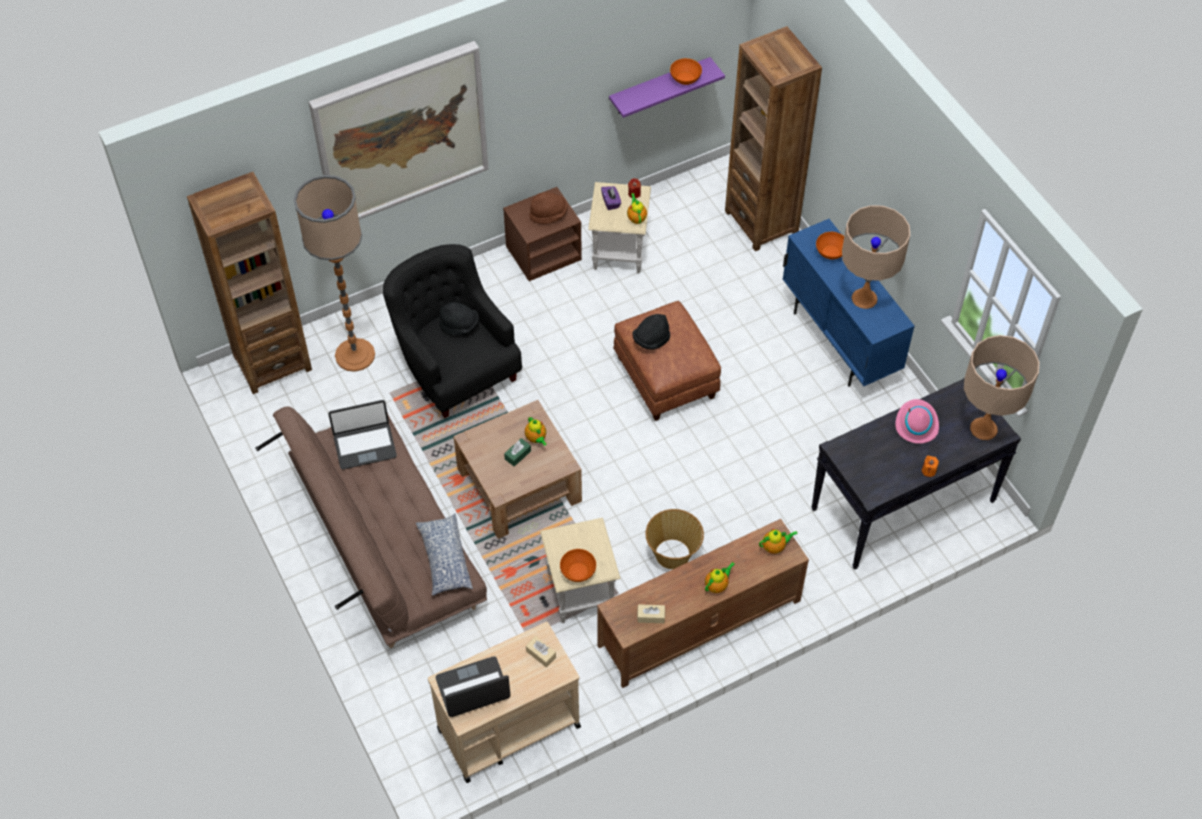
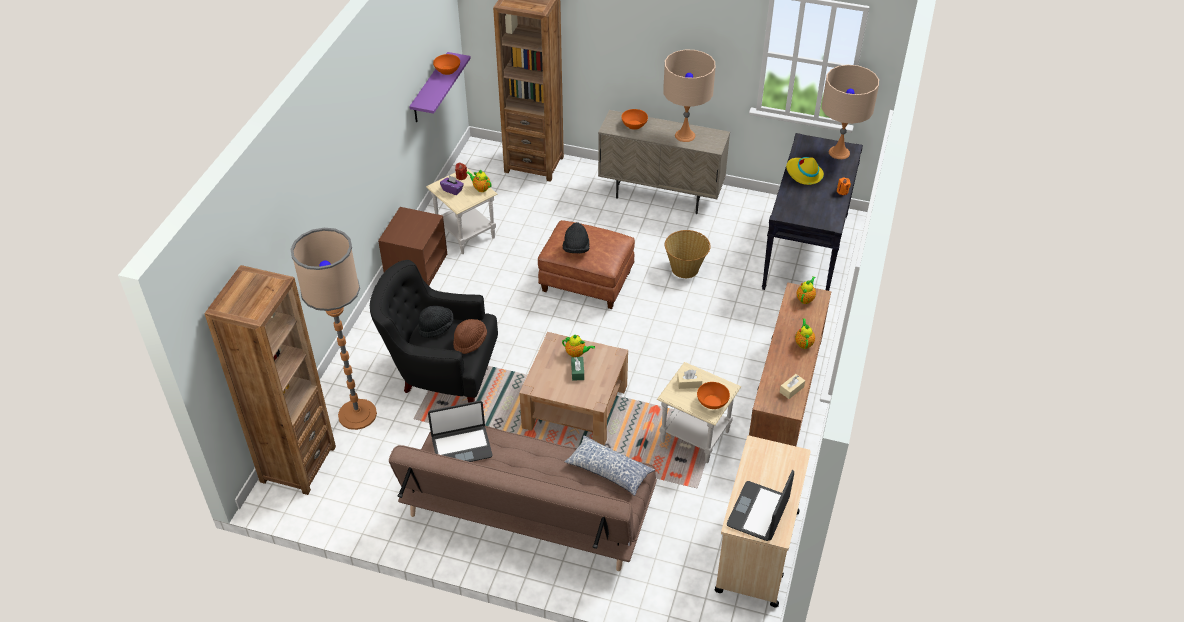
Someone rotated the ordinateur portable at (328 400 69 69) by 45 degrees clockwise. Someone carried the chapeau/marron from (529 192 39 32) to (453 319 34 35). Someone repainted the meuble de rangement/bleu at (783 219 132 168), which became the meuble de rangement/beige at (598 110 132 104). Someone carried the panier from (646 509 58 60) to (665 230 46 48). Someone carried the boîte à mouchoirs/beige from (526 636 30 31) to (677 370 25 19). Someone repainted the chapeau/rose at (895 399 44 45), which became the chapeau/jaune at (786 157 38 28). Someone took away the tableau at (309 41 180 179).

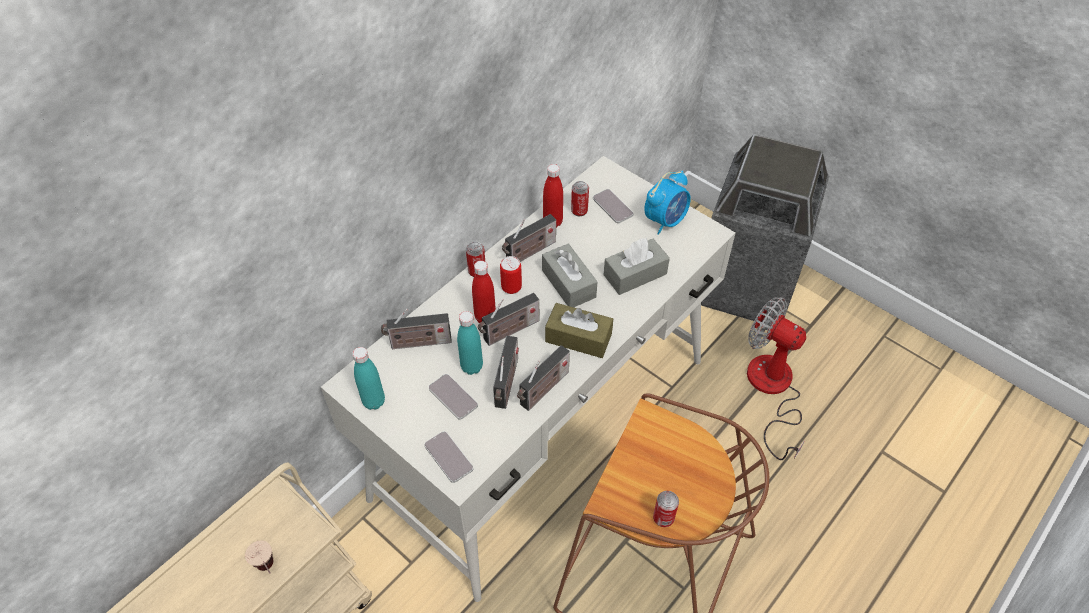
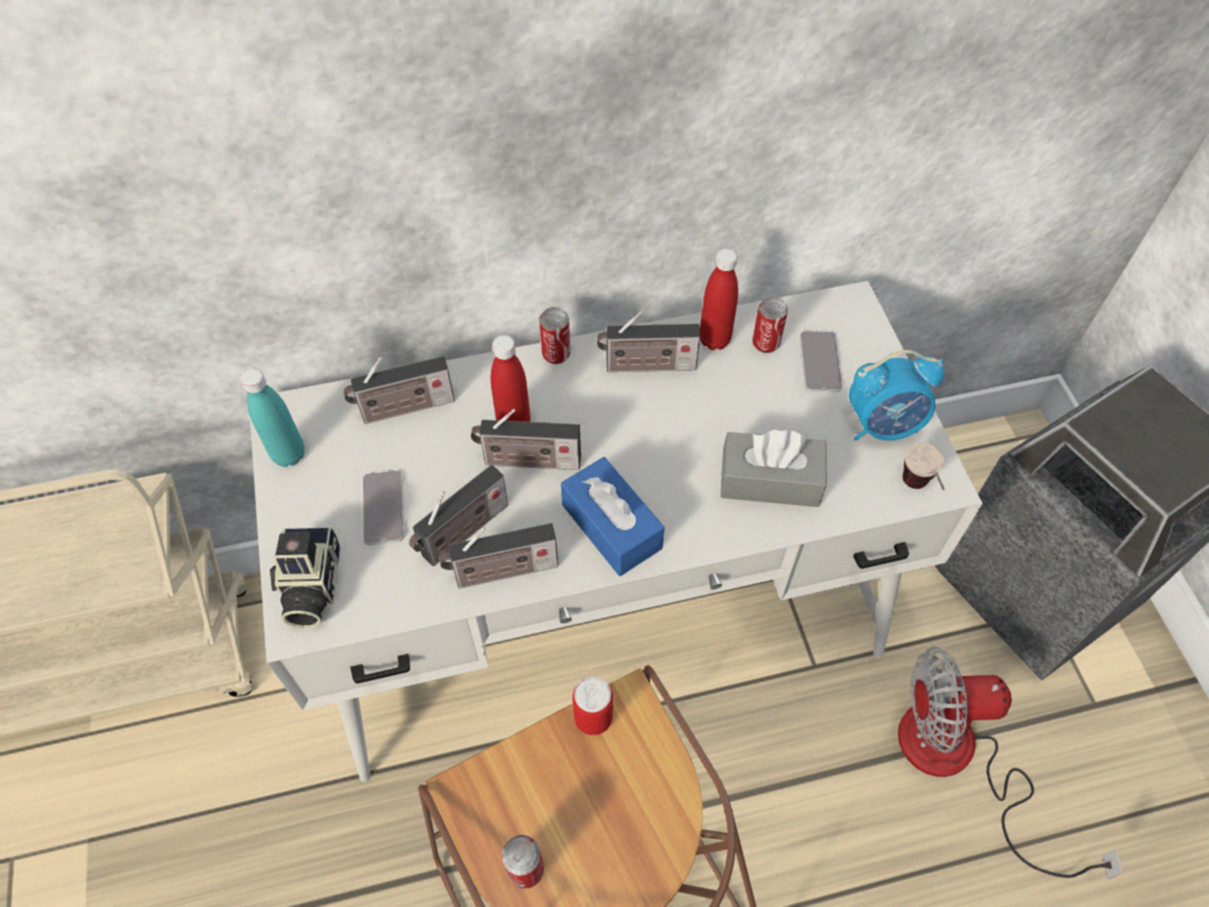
Someone swapped the téléphone at (424 431 49 52) for the appareil photo at (270 527 70 101). Someone rotated the radio at (381 309 71 40) by 45 degrees counterclockwise. Someone repainted the boîte à mouchoirs/marron at (545 303 68 55), which became the boîte à mouchoirs/bleu at (561 457 104 119). Someone carried the boîte métallique from (500 256 22 38) to (572 677 41 58). Someone rotated the ventilateur at (747 297 59 163) by 75 degrees counterclockwise. Someone carried the tasse from (245 540 28 34) to (902 443 43 47). Someone took away the bouteille/turquoise at (457 311 26 64). Someone took away the boîte à mouchoirs/gris at (542 244 55 63).

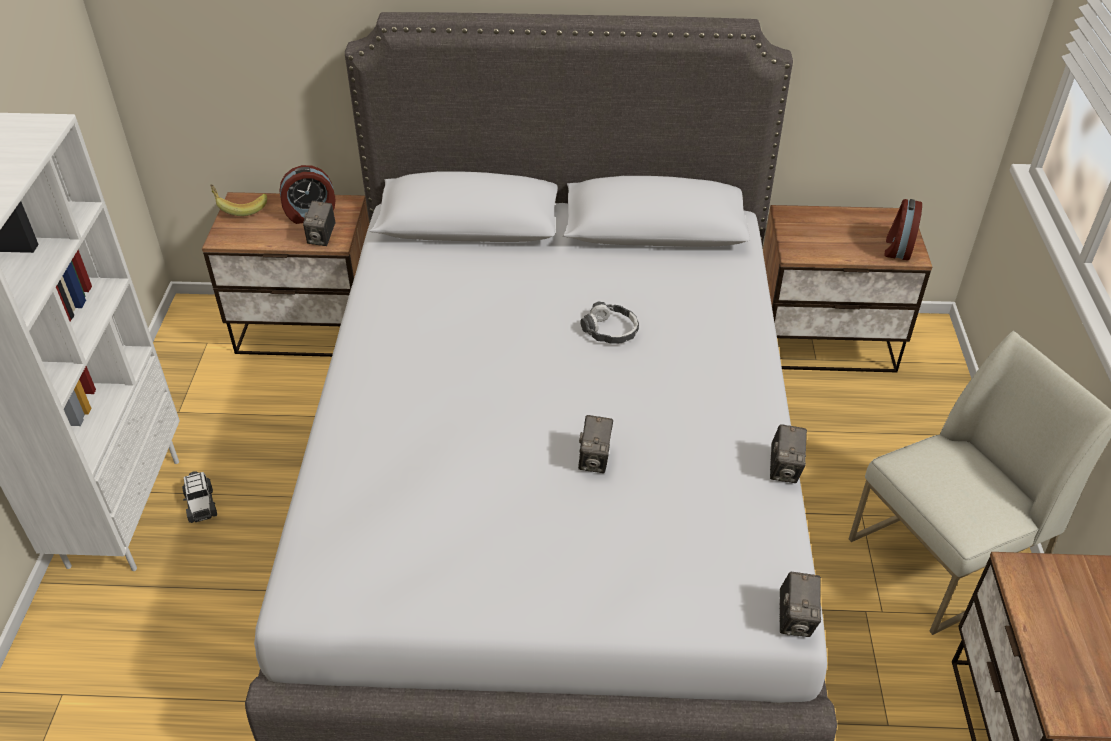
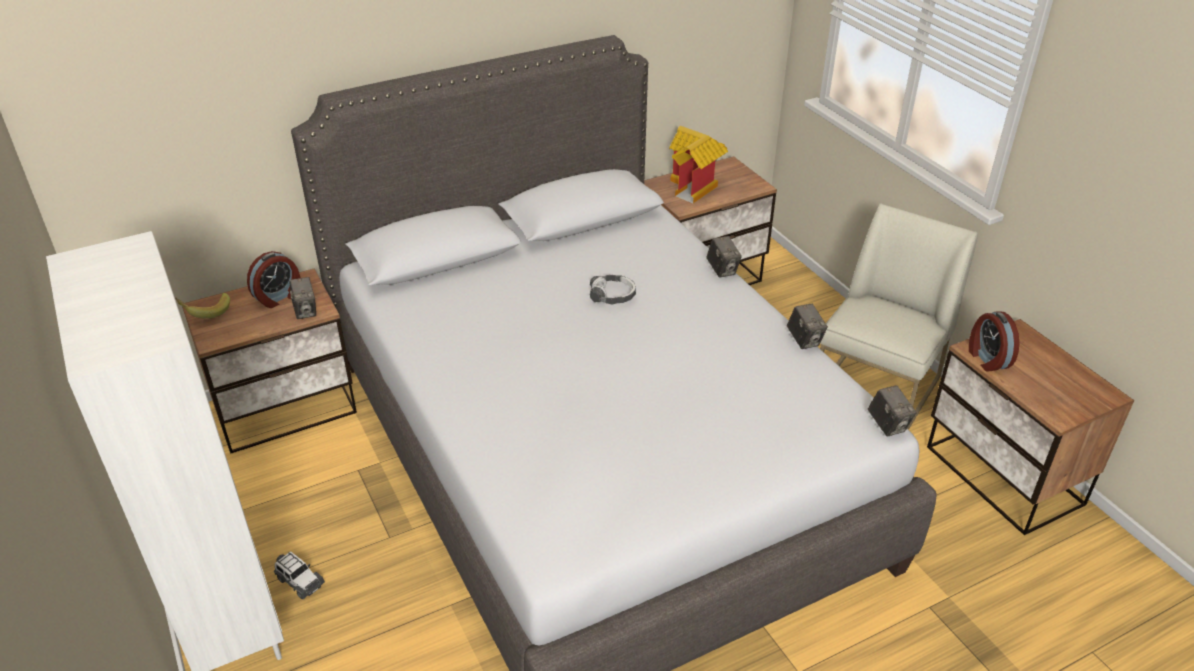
Someone put down the maison miniature at (669 126 59 77). Someone carried the appareil photo from (578 415 35 58) to (706 236 36 41). Someone carried the réveil from (884 199 38 62) to (969 311 50 61).

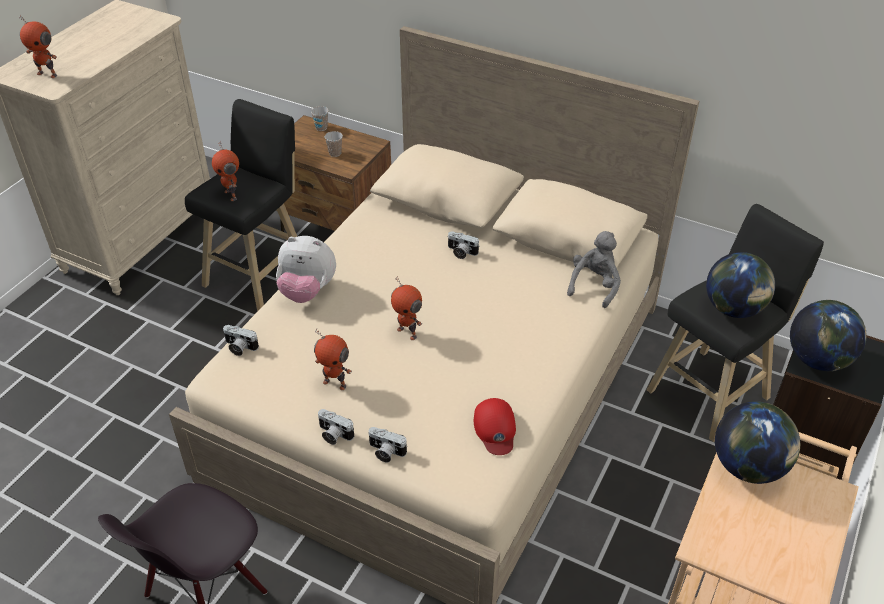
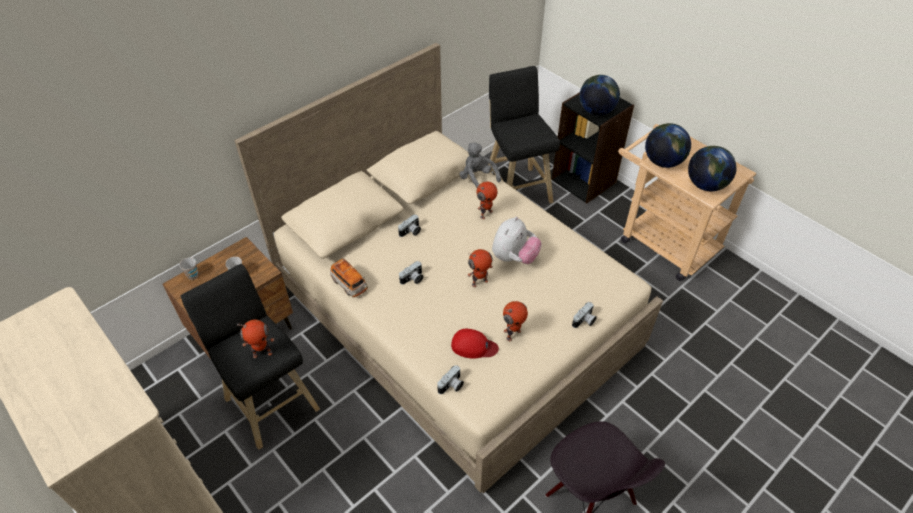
Someone put down the petite voiture at (330 258 38 39). Someone carried the appareil photo from (318 409 36 36) to (399 261 24 24). Someone carried the casquette/rouge from (474 398 42 57) to (451 329 48 30). Someone carried the robot jouet from (19 15 38 63) to (476 181 21 38). Someone carried the peluche from (276 236 60 67) to (492 217 50 47). Someone carried the globe from (706 252 69 66) to (688 146 49 45).

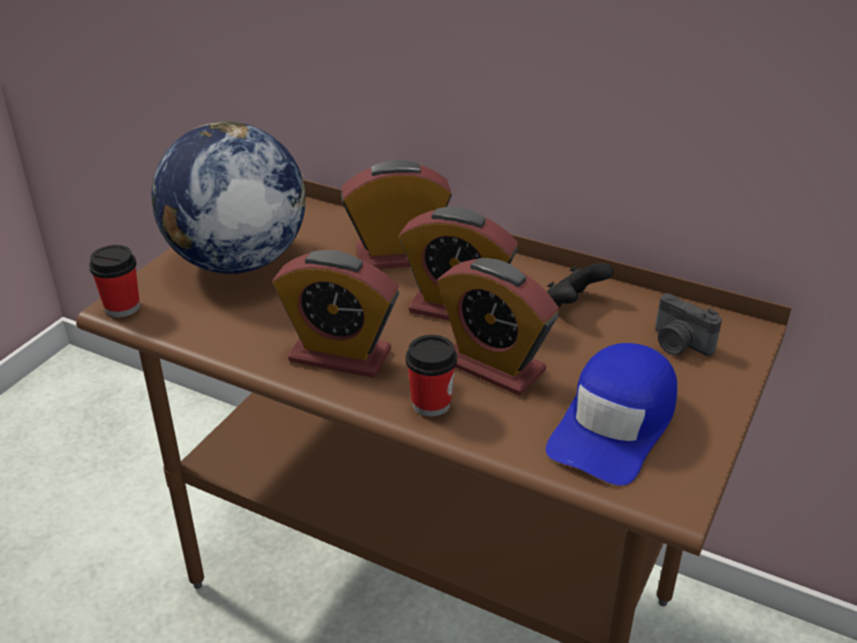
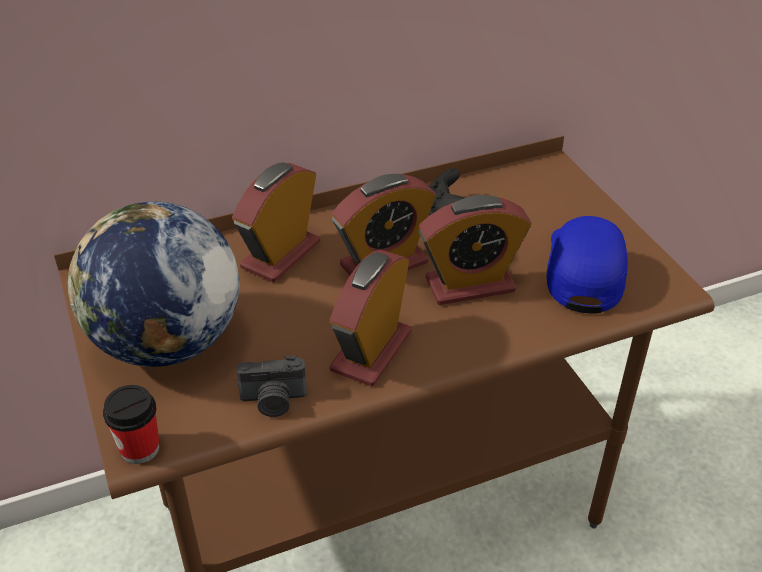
Someone carried the appareil photo from (655 293 67 63) to (237 356 70 61). Someone rotated the réveil at (272 250 127 128) by 150 degrees clockwise. Someone rotated the casquette/bleu at (546 343 131 143) by 150 degrees counterclockwise. Someone took away the tasse at (406 335 51 82).

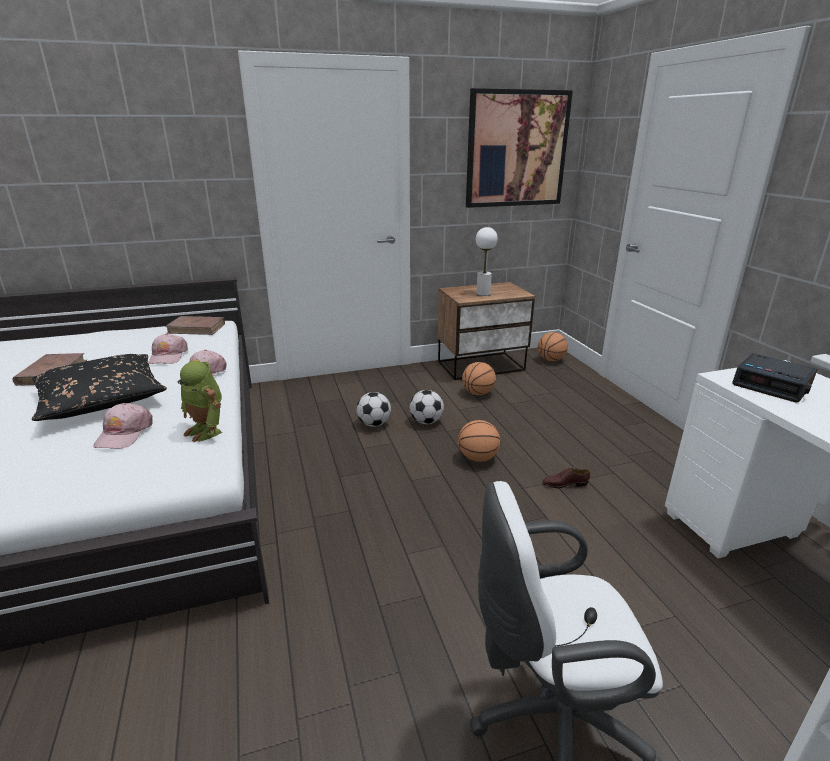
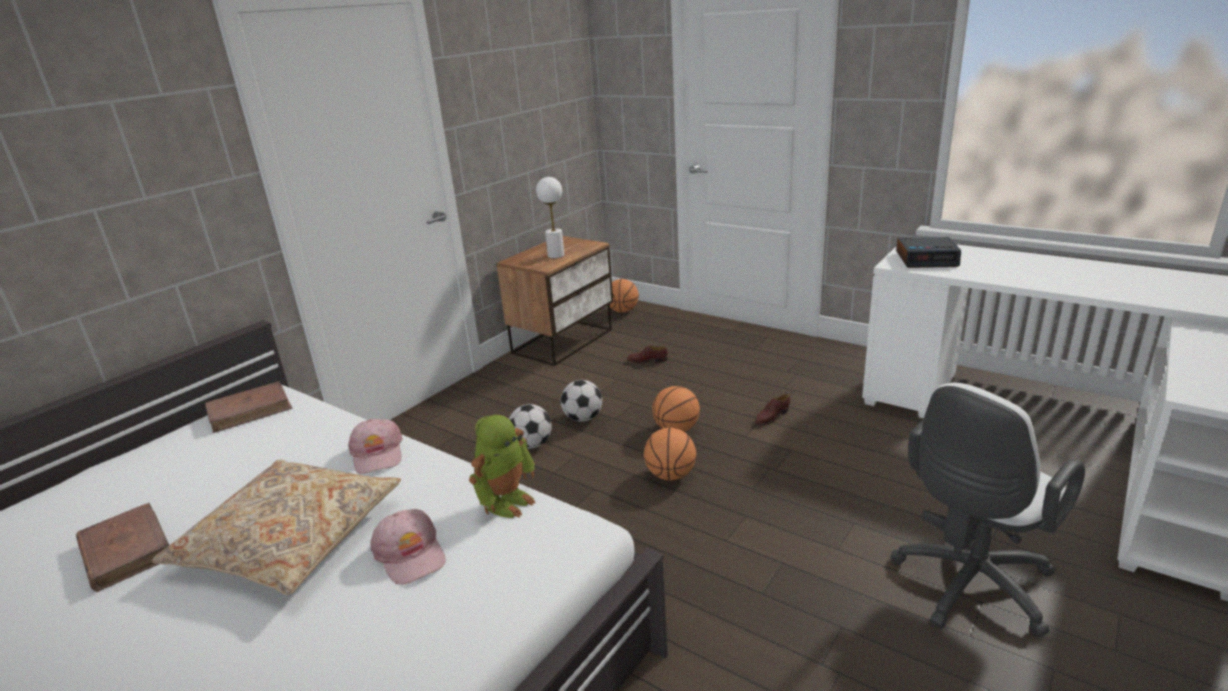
Someone repainted the coussin/noir at (32 354 135 67), which became the coussin/beige at (152 460 249 135). Someone rotated the robot jouet at (177 361 45 81) by 60 degrees counterclockwise. Someone put down the chaussure/marron at (627 346 41 18). Someone carried the ballon de basket from (462 362 34 33) to (644 428 53 53). Someone took away the casquette/rose at (149 333 39 31). Someone took away the tableau at (466 88 107 120).

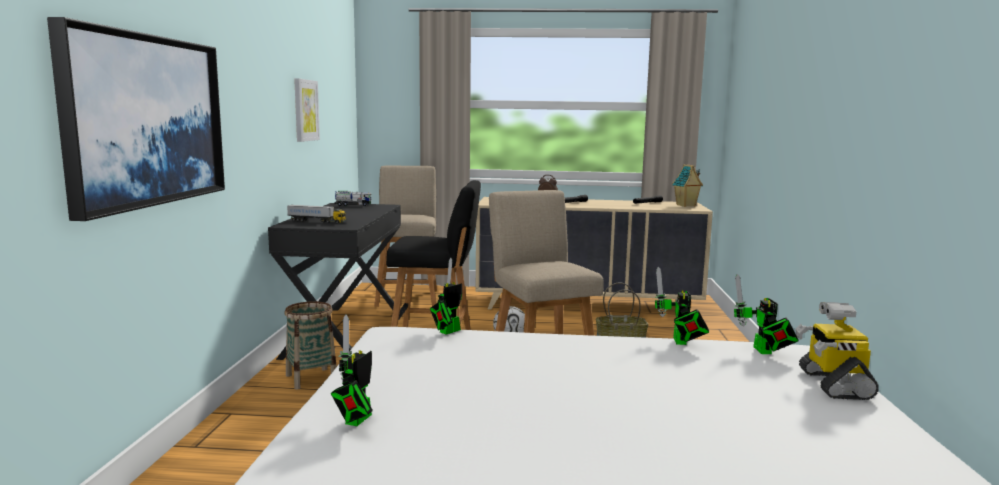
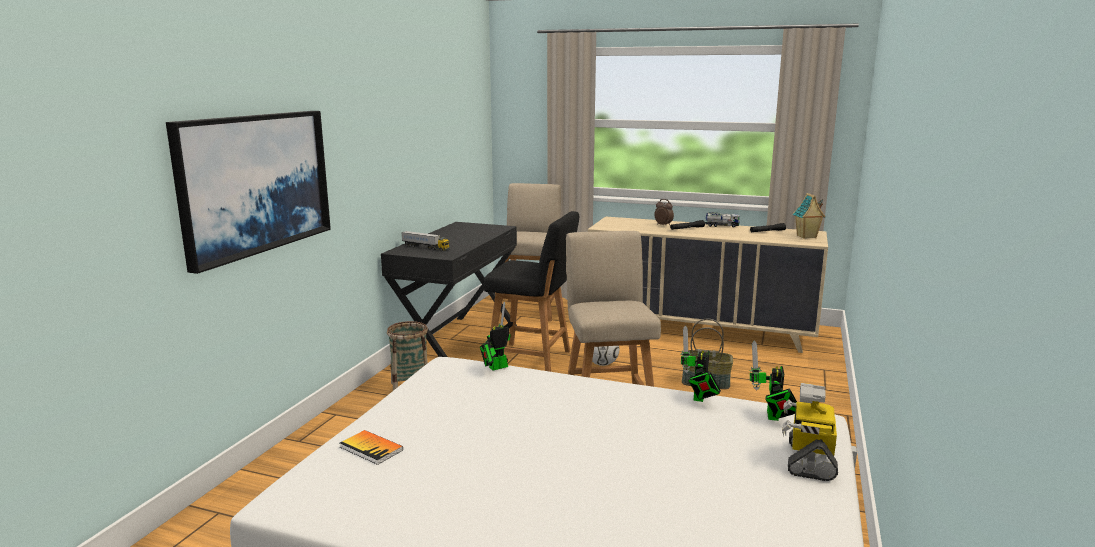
Someone swapped the robot jouet at (331 315 41 111) for the livre at (340 430 63 35). Someone carried the camion jouet from (334 191 38 15) to (705 212 35 16). Someone took away the tableau at (294 78 26 64).

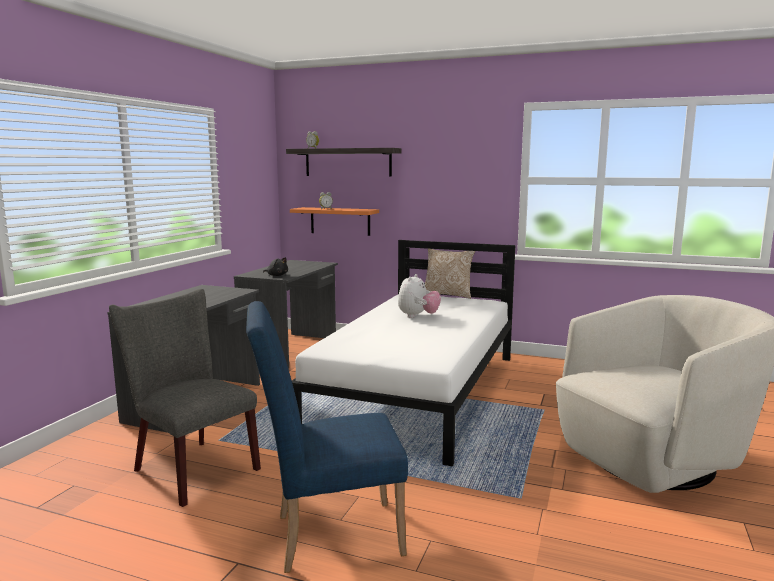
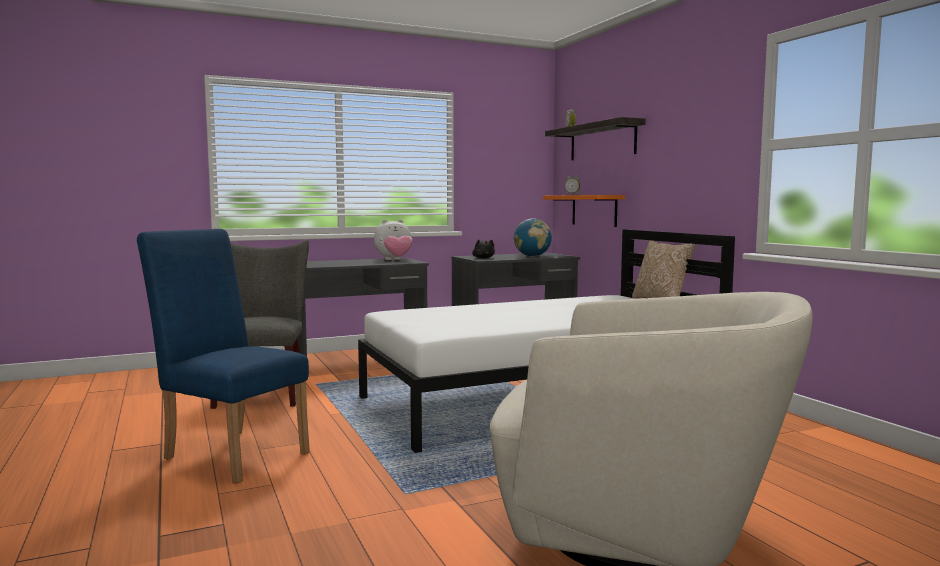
Someone carried the peluche from (398 274 43 44) to (374 219 38 41). Someone put down the globe at (514 218 38 39).

